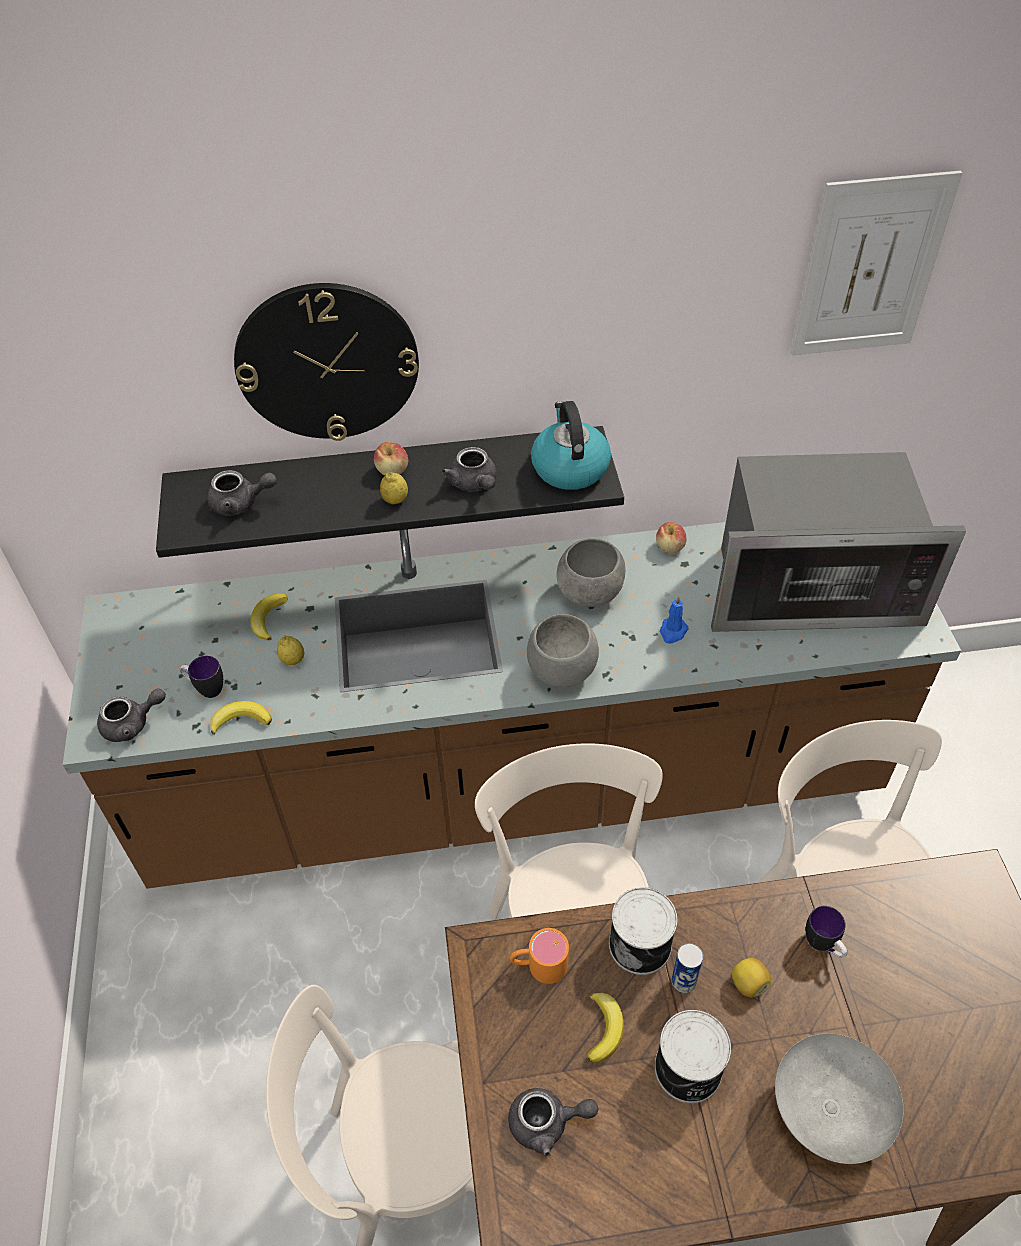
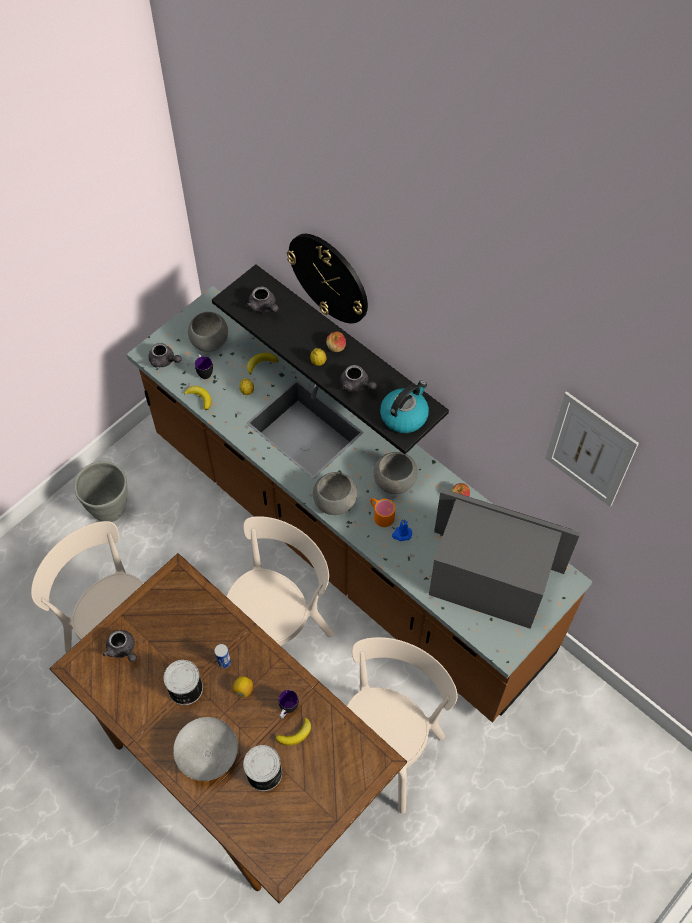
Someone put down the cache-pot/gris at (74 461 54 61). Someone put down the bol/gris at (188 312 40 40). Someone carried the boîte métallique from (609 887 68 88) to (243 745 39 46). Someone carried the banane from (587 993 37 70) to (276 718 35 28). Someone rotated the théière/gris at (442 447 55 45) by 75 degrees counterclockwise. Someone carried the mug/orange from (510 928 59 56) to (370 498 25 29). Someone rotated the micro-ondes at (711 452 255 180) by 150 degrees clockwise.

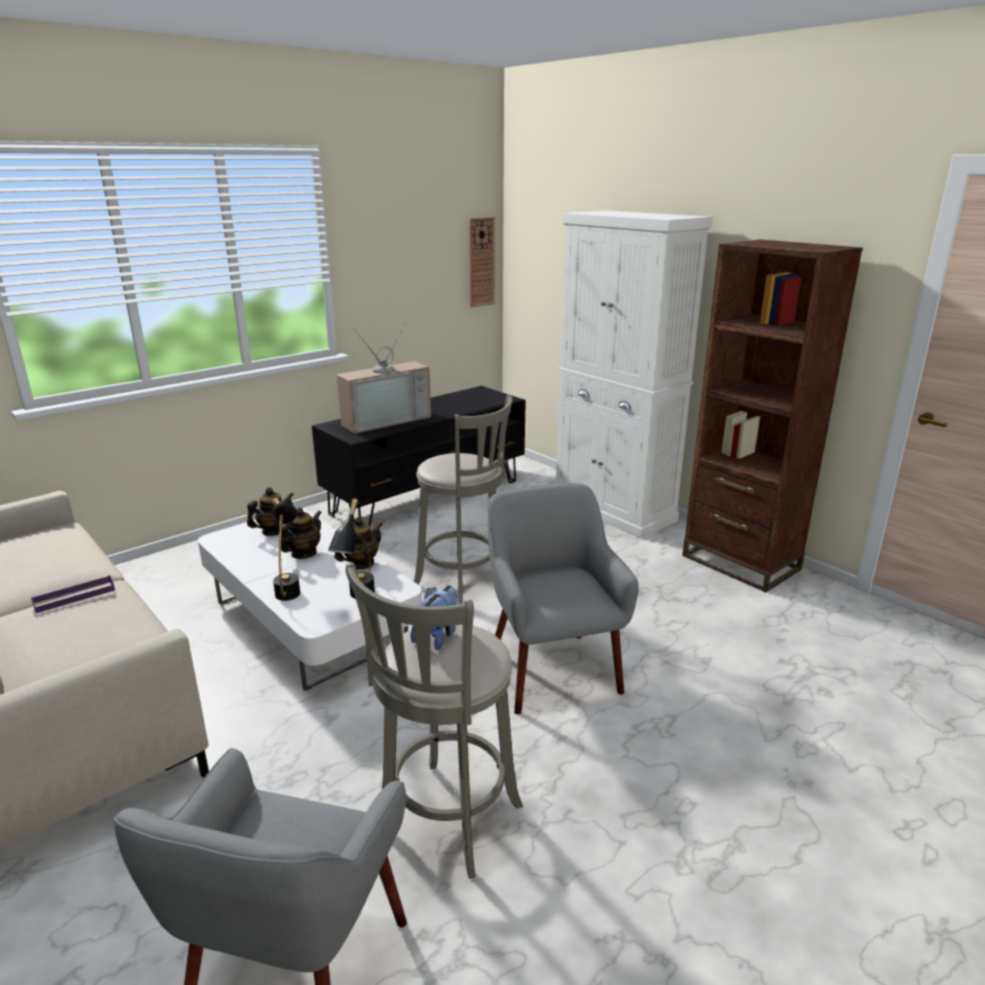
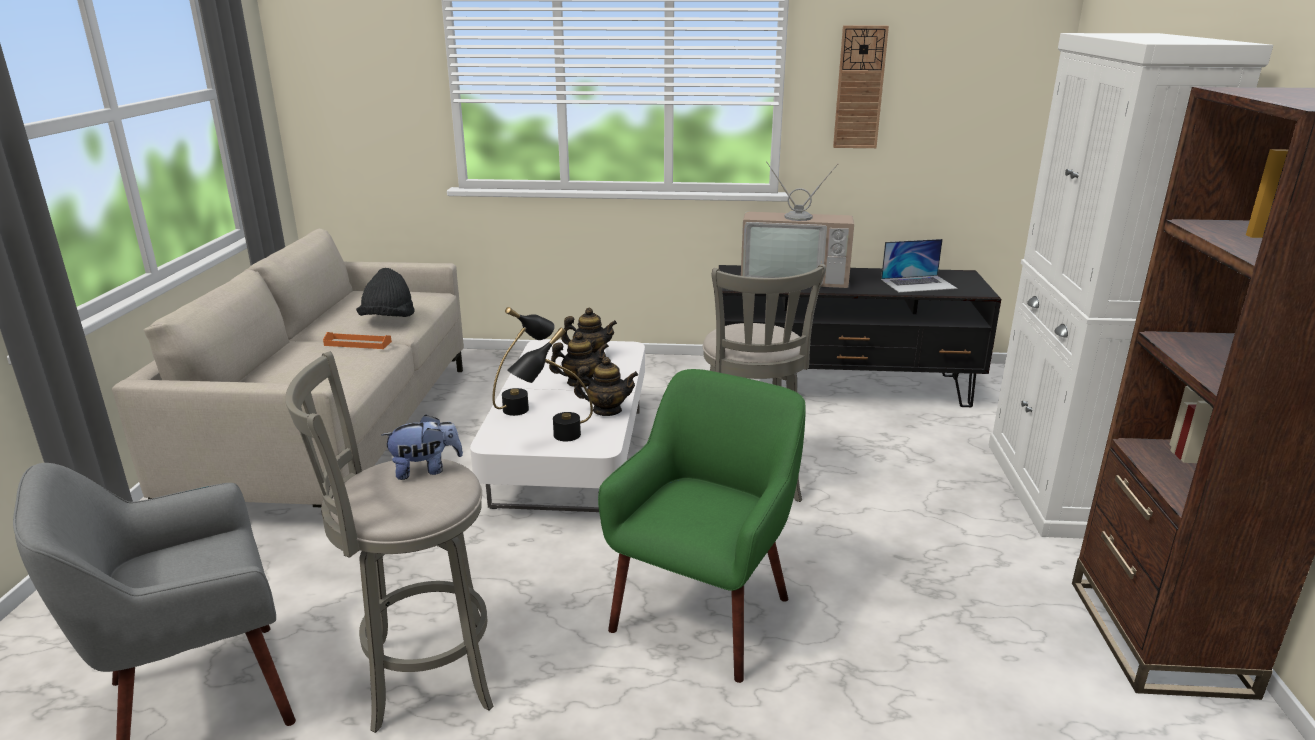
Someone repainted the plateau/violet at (31 575 84 38), which became the plateau/orange at (323 332 69 17). Someone put down the chapeau/noir at (356 268 58 49). Someone repainted the fauteuil/gris at (488 483 151 232), which became the fauteuil/vert at (598 369 208 314). Someone carried the horloge murale from (468 217 27 90) to (833 26 56 122). Someone put down the ordinateur portable at (881 239 77 54).

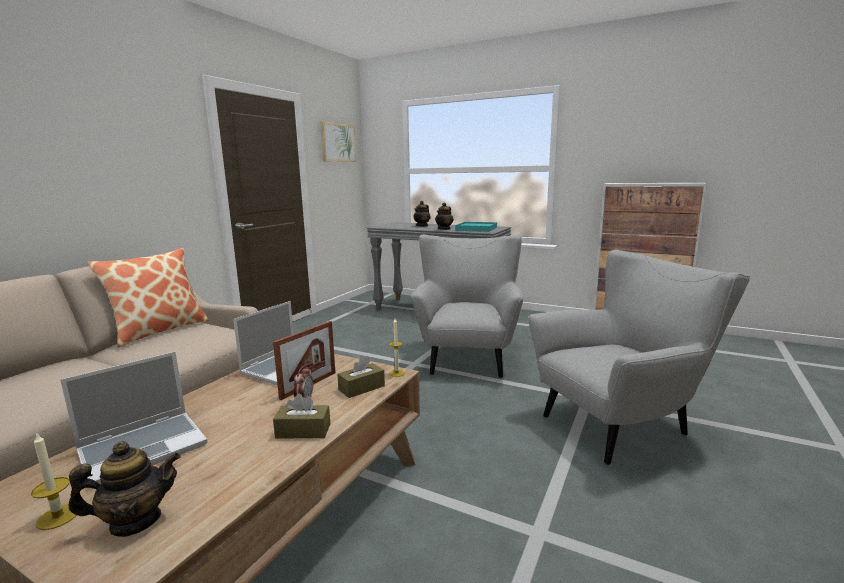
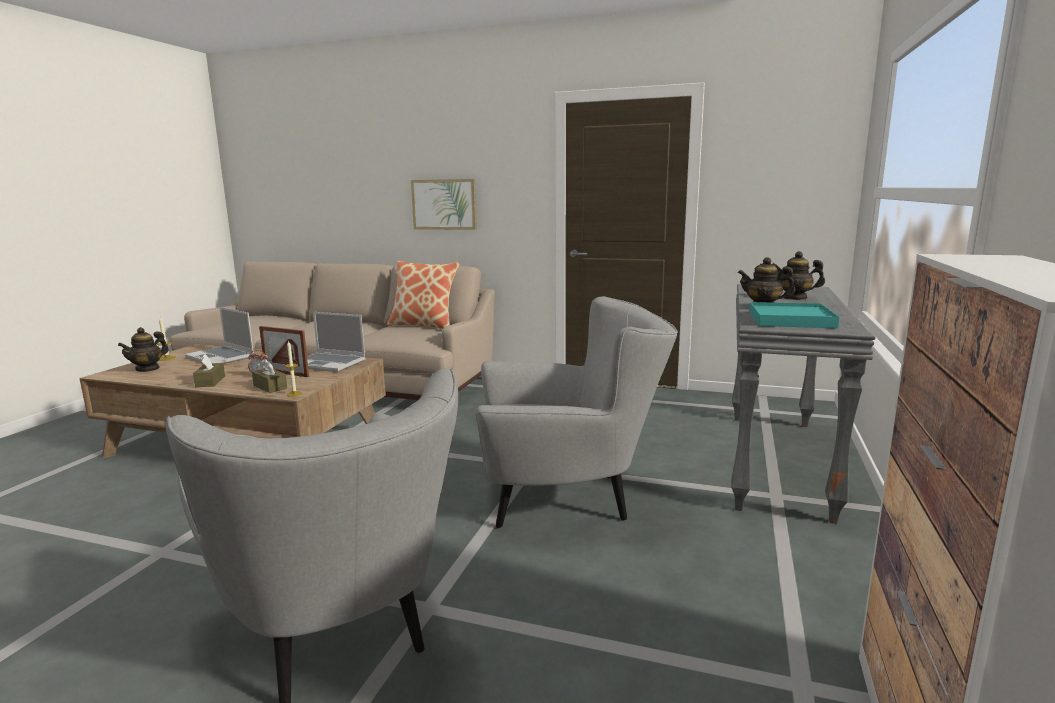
Someone rotated the théière at (69 441 111 96) by 60 degrees clockwise. Someone carried the tableau from (320 121 36 41) to (411 179 66 51).

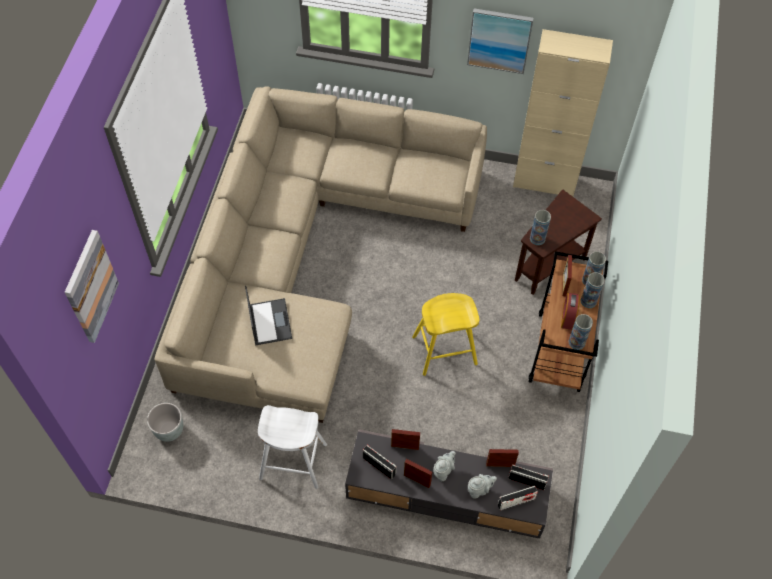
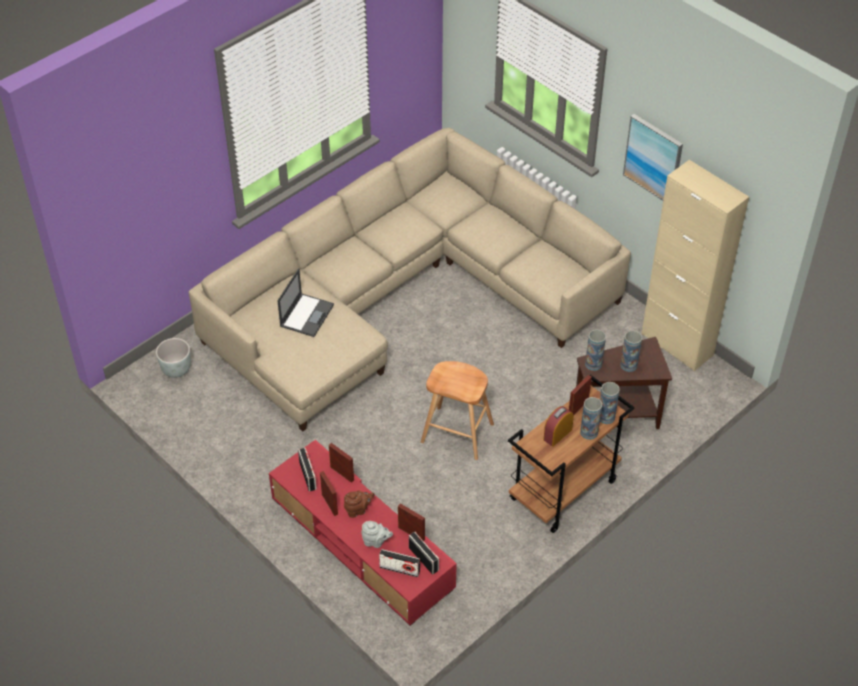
Someone repainted the meuble télé/gris at (345 429 208 109), which became the meuble télé/rouge at (269 440 188 186). Someone repainted the théière/gris at (433 451 23 30), which became the théière/marron at (344 490 30 28). Someone repainted the tabouret/jaune at (412 293 67 83), which became the tabouret/marron at (421 361 73 99). Someone carried the vase from (569 314 24 36) to (620 331 22 41). Someone took away the tableau at (65 230 54 113). Someone took away the tabouret/blanc at (258 405 69 84).

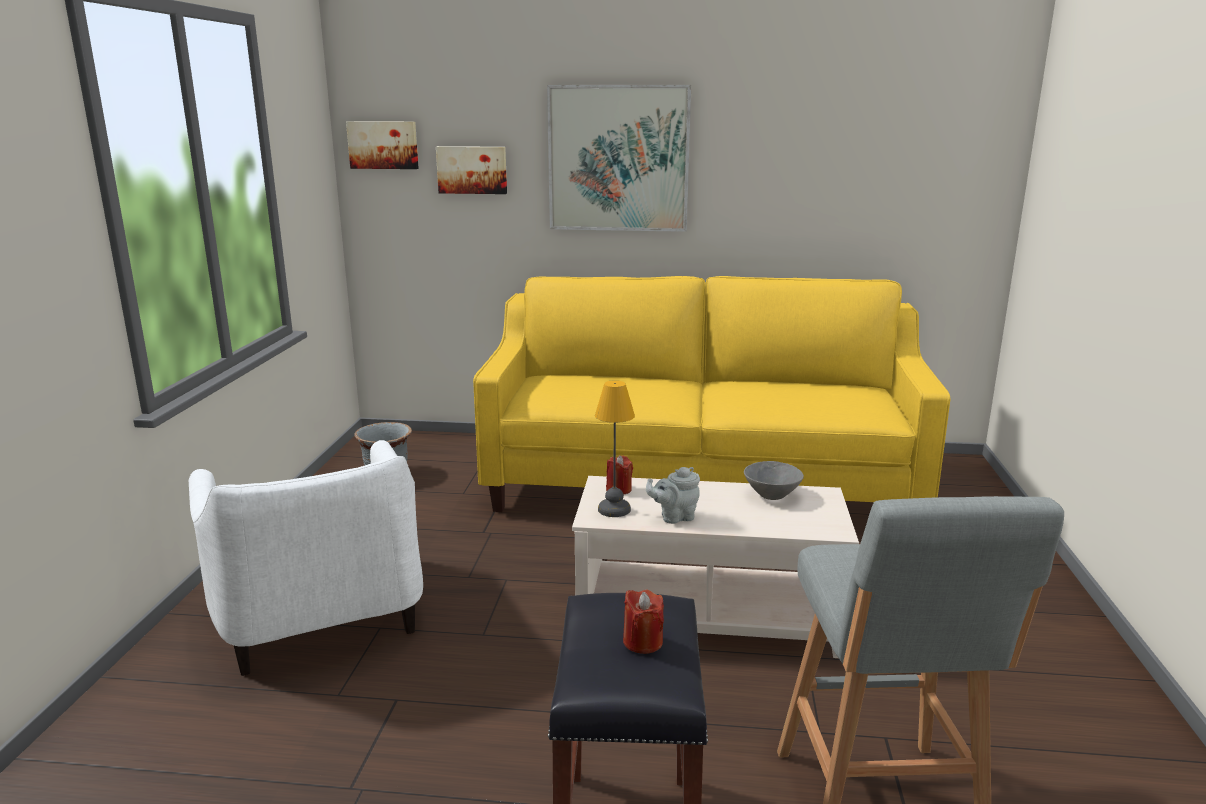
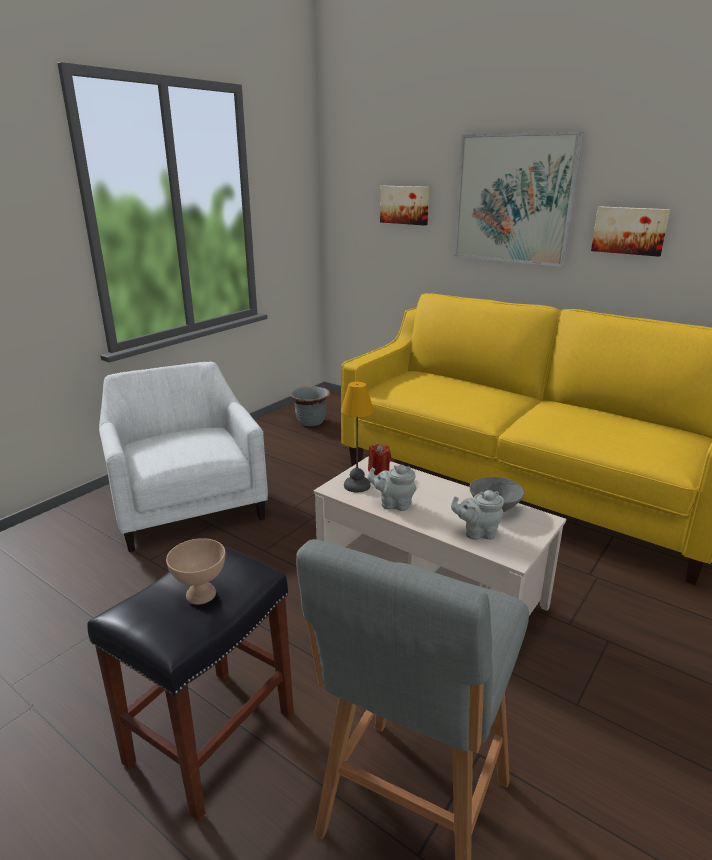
Someone rotated the fauteuil/blanc at (189 440 234 236) by 150 degrees clockwise. Someone swapped the bougie/rouge at (623 590 41 64) for the bol/beige at (166 538 59 66). Someone put down the théière/gris at (451 490 53 50). Someone carried the tableau from (346 121 73 48) to (591 206 79 51).

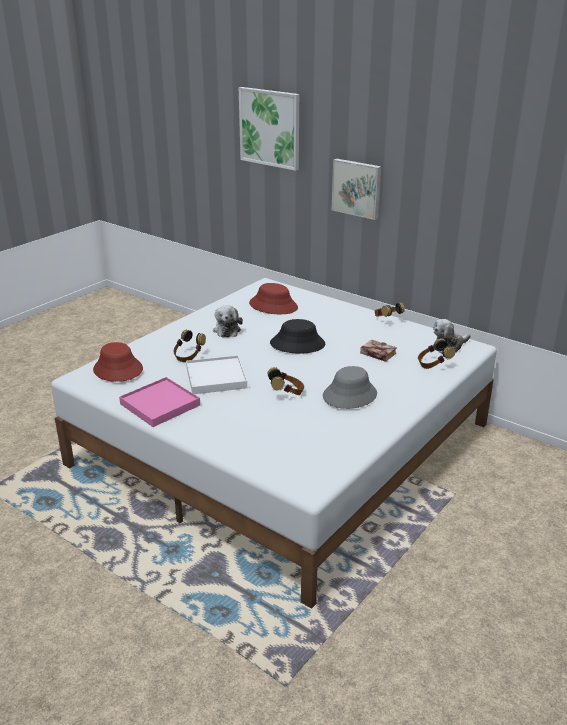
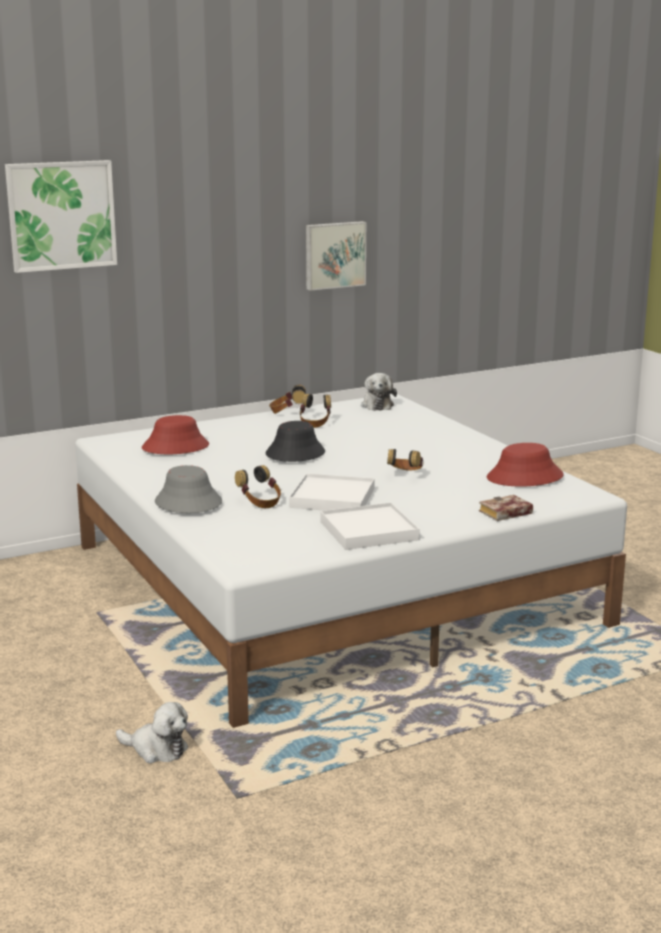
Someone carried the peluche from (213 305 30 32) to (116 702 72 61). Someone carried the chapeau/gris from (323 366 54 43) to (155 465 67 48). Someone carried the casque audio from (418 338 37 31) to (299 394 32 34). Someone carried the tableau from (332 159 50 61) to (306 221 60 70). Someone repainted the plateau/rose at (119 377 81 50), which became the plateau/blanc at (320 503 100 47). Someone carried the livre from (360 339 37 23) to (479 495 54 26). Someone carried the chapeau/rouge from (93 342 50 40) to (487 443 77 44).

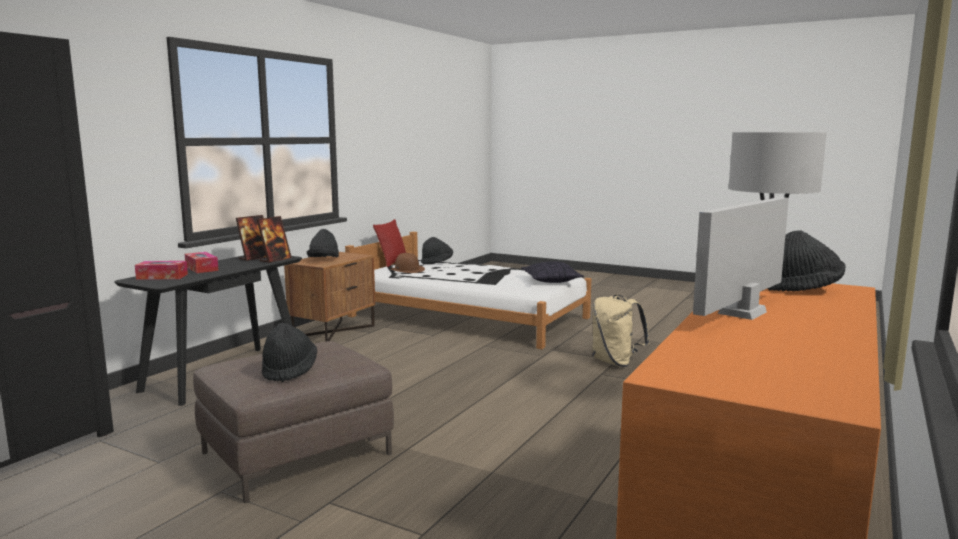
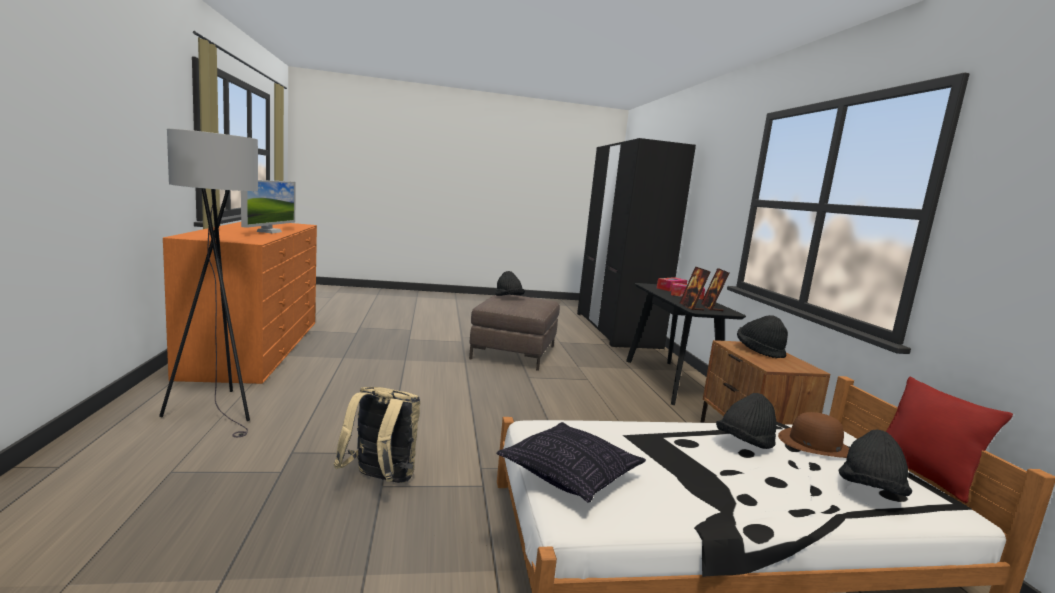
Someone carried the chapeau/noir from (767 230 79 61) to (716 393 60 56).

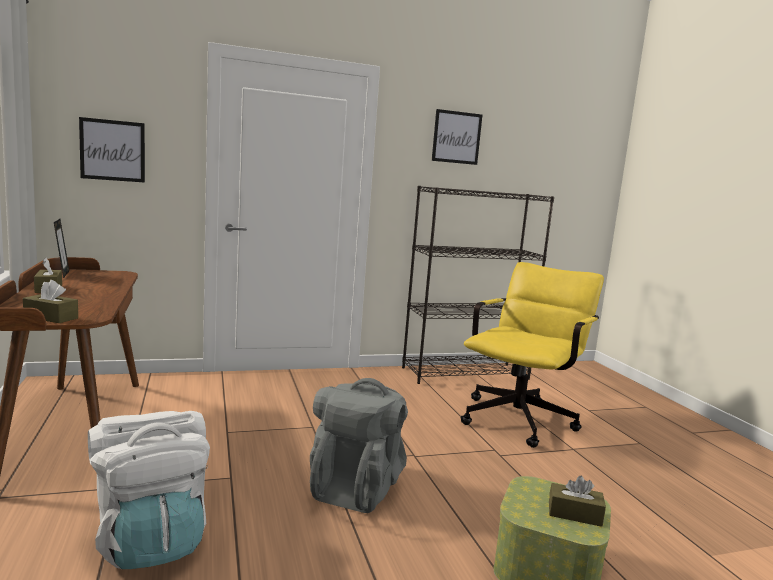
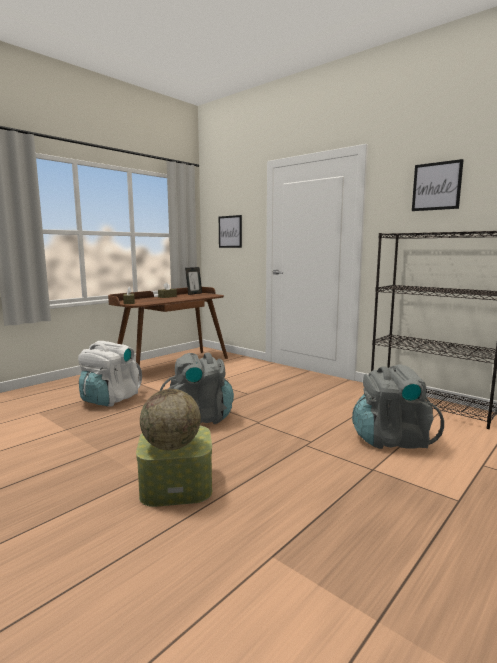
Someone swapped the boîte à mouchoirs/marron at (549 476 57 51) for the globe at (140 389 61 61). Someone swapped the chaise de bureau/jaune at (461 262 143 186) for the sac à dos/gris at (352 364 92 85).

